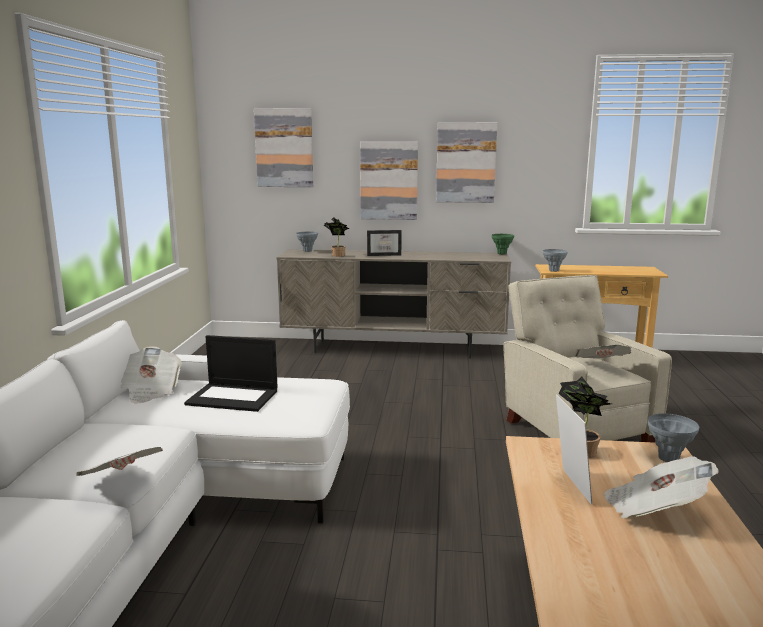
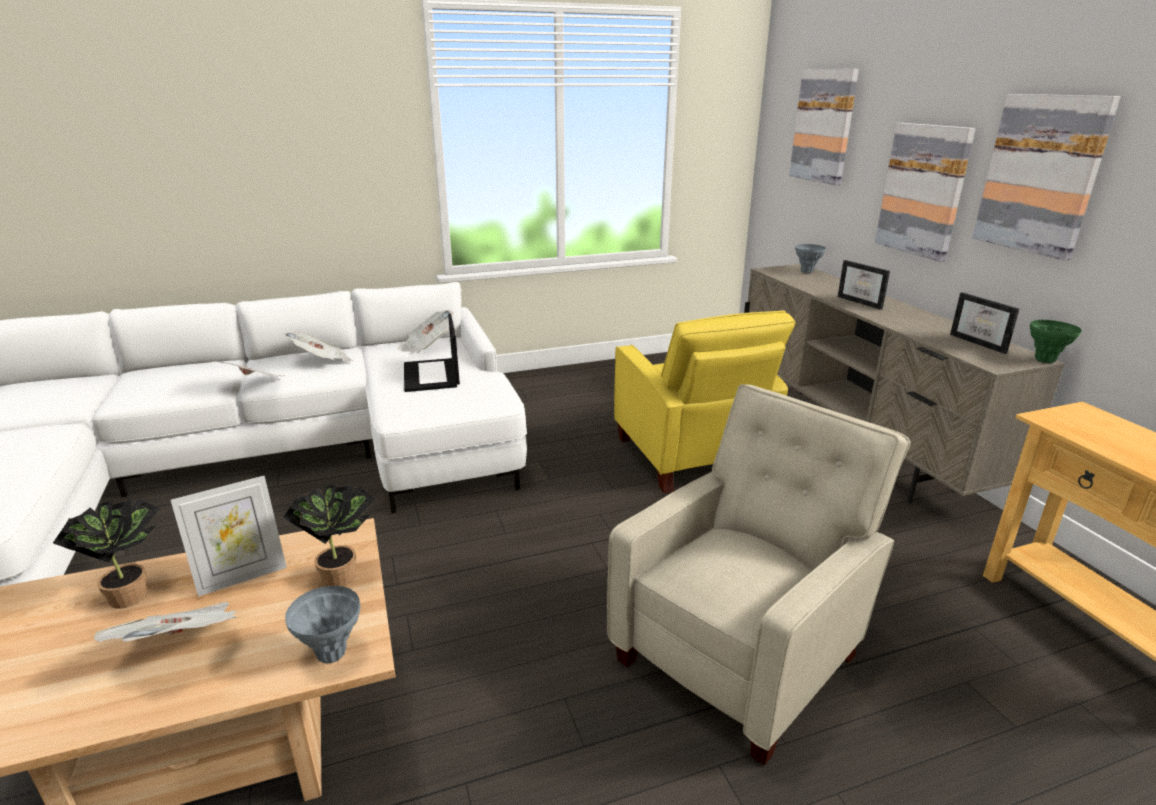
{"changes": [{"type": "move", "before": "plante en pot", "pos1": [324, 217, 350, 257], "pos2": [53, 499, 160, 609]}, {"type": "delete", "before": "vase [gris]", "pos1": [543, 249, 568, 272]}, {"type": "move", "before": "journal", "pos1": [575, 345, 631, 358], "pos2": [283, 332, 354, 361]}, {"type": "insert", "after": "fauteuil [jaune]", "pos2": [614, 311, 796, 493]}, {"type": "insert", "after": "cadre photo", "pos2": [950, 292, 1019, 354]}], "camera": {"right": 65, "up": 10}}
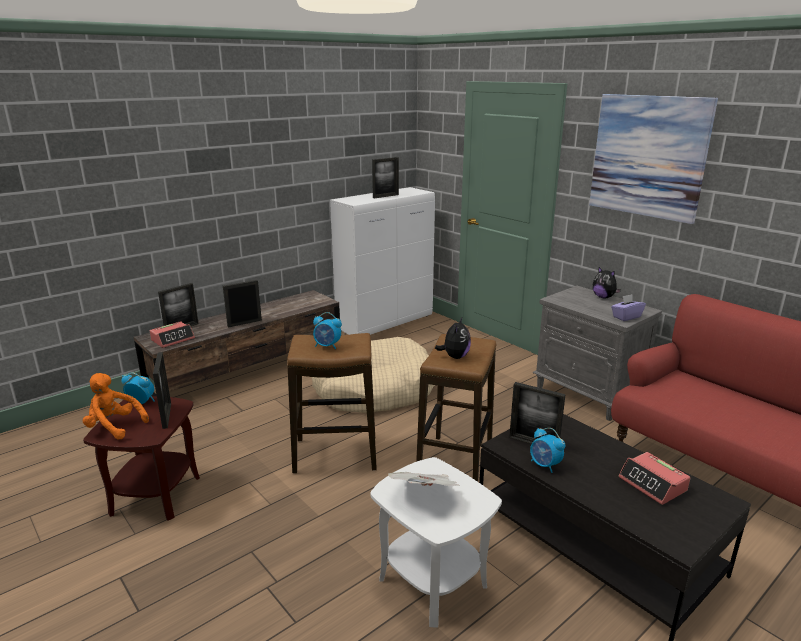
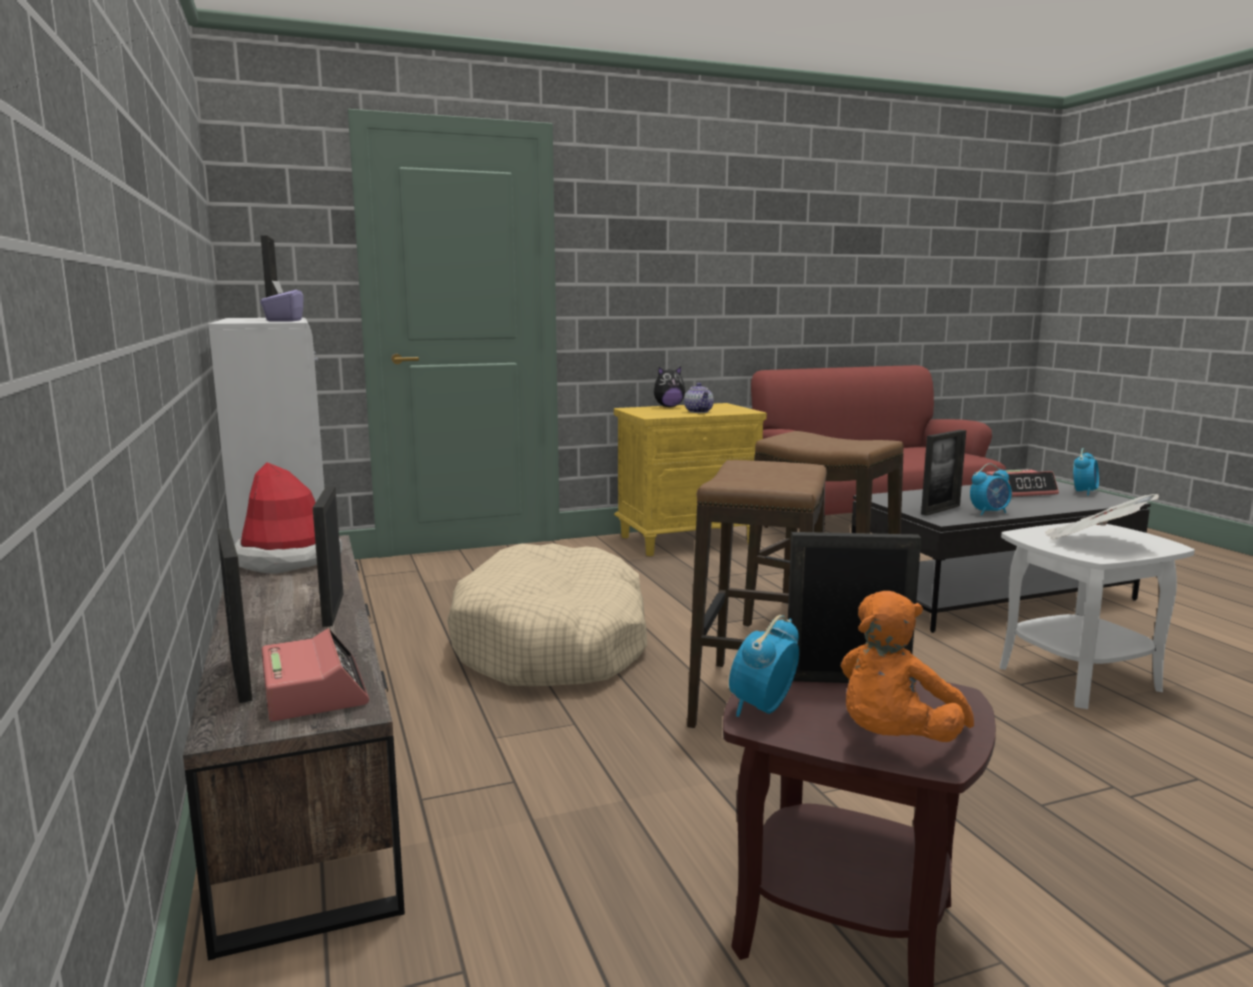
{"changes": [{"type": "move", "before": "réveil", "pos1": [313, 312, 342, 349], "pos2": [1073, 448, 1099, 496]}, {"type": "delete", "before": "peluche", "pos1": [435, 318, 471, 359]}, {"type": "recolor", "before": "table de chevet [gris]", "after": "table de chevet [jaune]", "pos1": [532, 286, 662, 421], "pos2": [614, 403, 767, 556]}, {"type": "delete", "before": "tableau", "pos1": [589, 94, 718, 224]}, {"type": "move", "before": "boîte à mouchoirs [violet]", "pos1": [611, 294, 646, 321], "pos2": [260, 281, 304, 322]}, {"type": "insert", "after": "chapeau", "pos2": [234, 462, 342, 574]}, {"type": "insert", "after": "théière", "pos2": [684, 383, 714, 413]}], "camera": {"right": -70, "up": -10}}
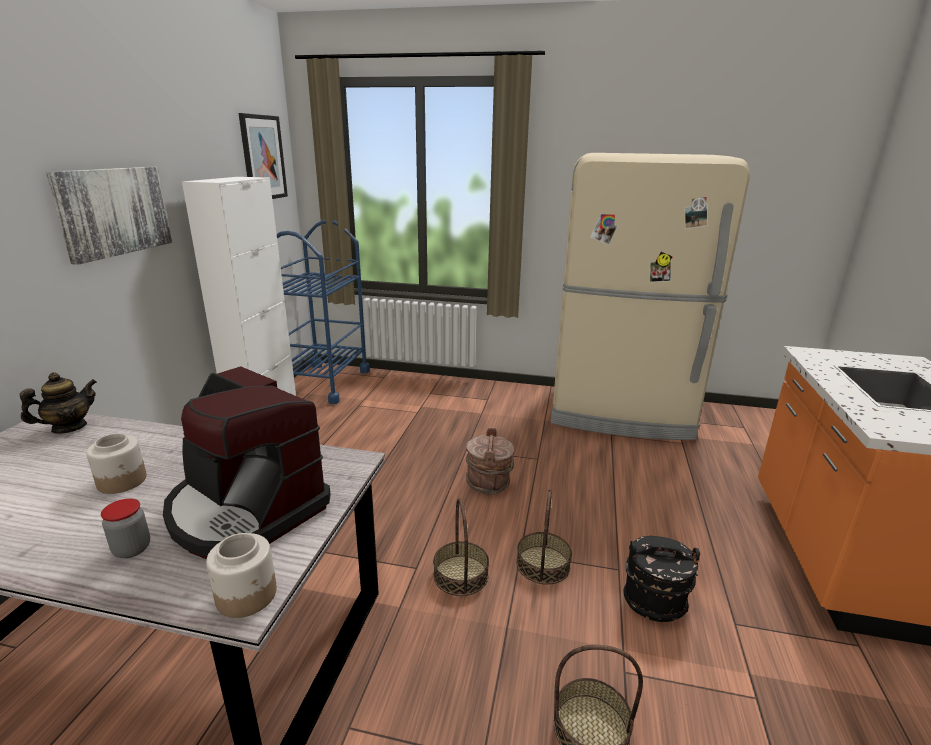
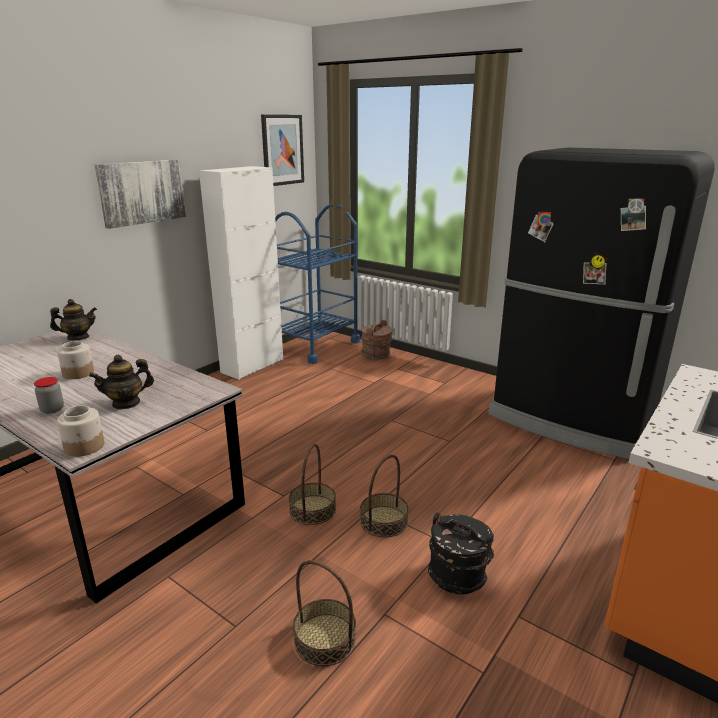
{"changes": [{"type": "replace", "before": "machine à café", "after": "théière", "pos1": [163, 366, 331, 559], "pos2": [89, 355, 154, 410]}, {"type": "move", "before": "seau [marron]", "pos1": [466, 428, 514, 495], "pos2": [361, 320, 392, 360]}, {"type": "recolor", "before": "réfrigérateur [beige]", "after": "réfrigérateur [noir]", "pos1": [551, 153, 750, 440], "pos2": [488, 147, 715, 459]}], "camera": {"right": 25, "up": 0}}
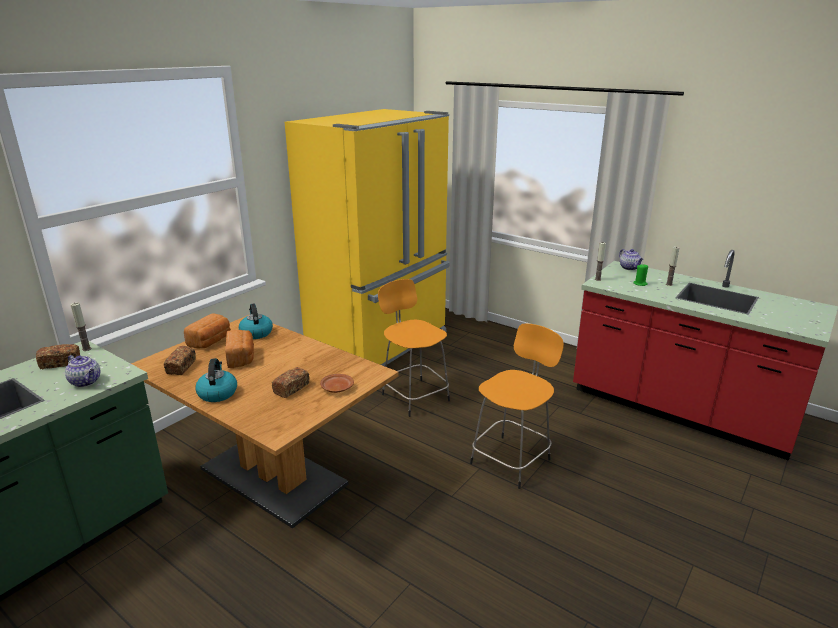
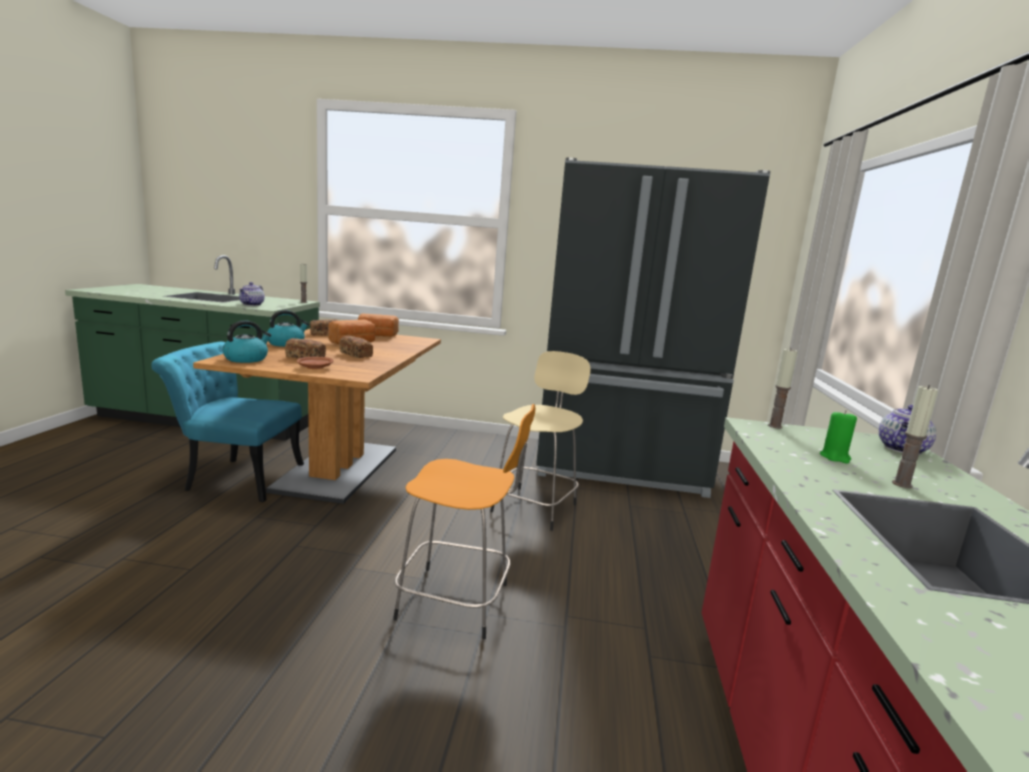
{"changes": [{"type": "move", "before": "pain", "pos1": [36, 344, 80, 369], "pos2": [339, 336, 373, 358]}, {"type": "move", "before": "bouilloire", "pos1": [239, 303, 273, 339], "pos2": [223, 320, 271, 363]}, {"type": "recolor", "before": "réfrigérateur [jaune]", "after": "réfrigérateur [noir]", "pos1": [285, 109, 450, 366], "pos2": [536, 157, 770, 498]}, {"type": "recolor", "before": "tabouret [orange]", "after": "tabouret [beige]", "pos1": [378, 279, 450, 417], "pos2": [490, 351, 591, 531]}, {"type": "insert", "after": "chaise [turquoise]", "pos2": [151, 342, 304, 502]}], "camera": {"right": 60, "up": -10}}
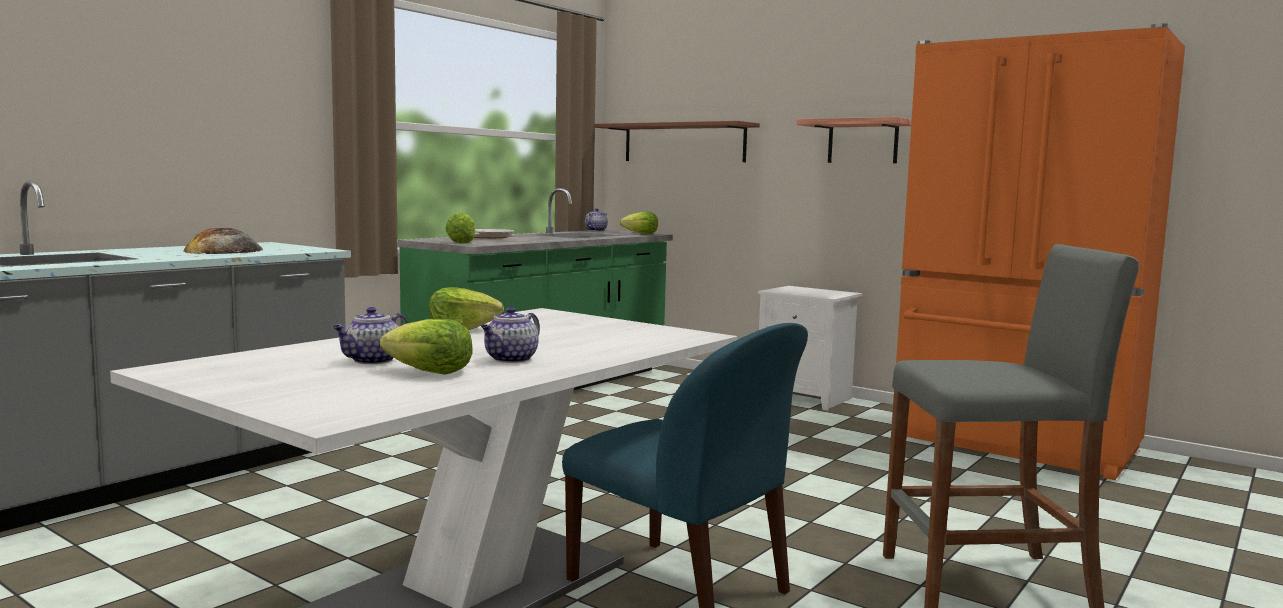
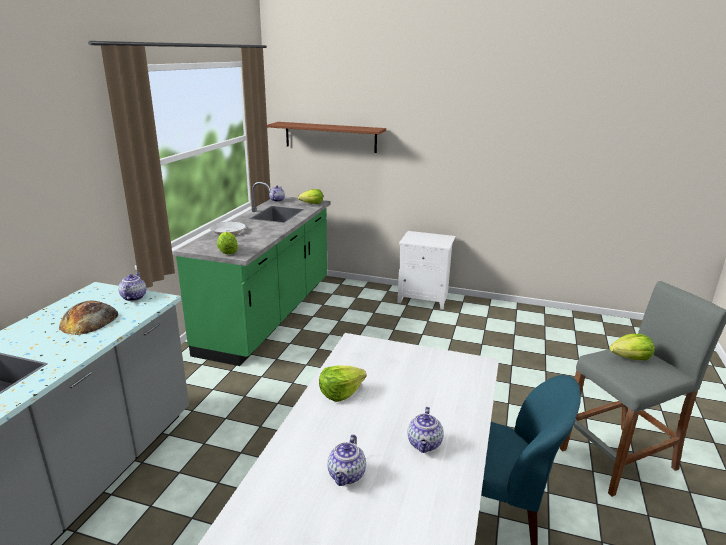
{"changes": [{"type": "move", "before": "laitue", "pos1": [380, 319, 473, 374], "pos2": [609, 334, 655, 360]}, {"type": "delete", "before": "étagère", "pos1": [797, 117, 912, 163]}, {"type": "delete", "before": "réfrigérateur [orange]", "pos1": [896, 23, 1185, 480]}, {"type": "insert", "after": "théière", "pos2": [118, 273, 146, 301]}], "camera": {"right": -20, "up": 15}}
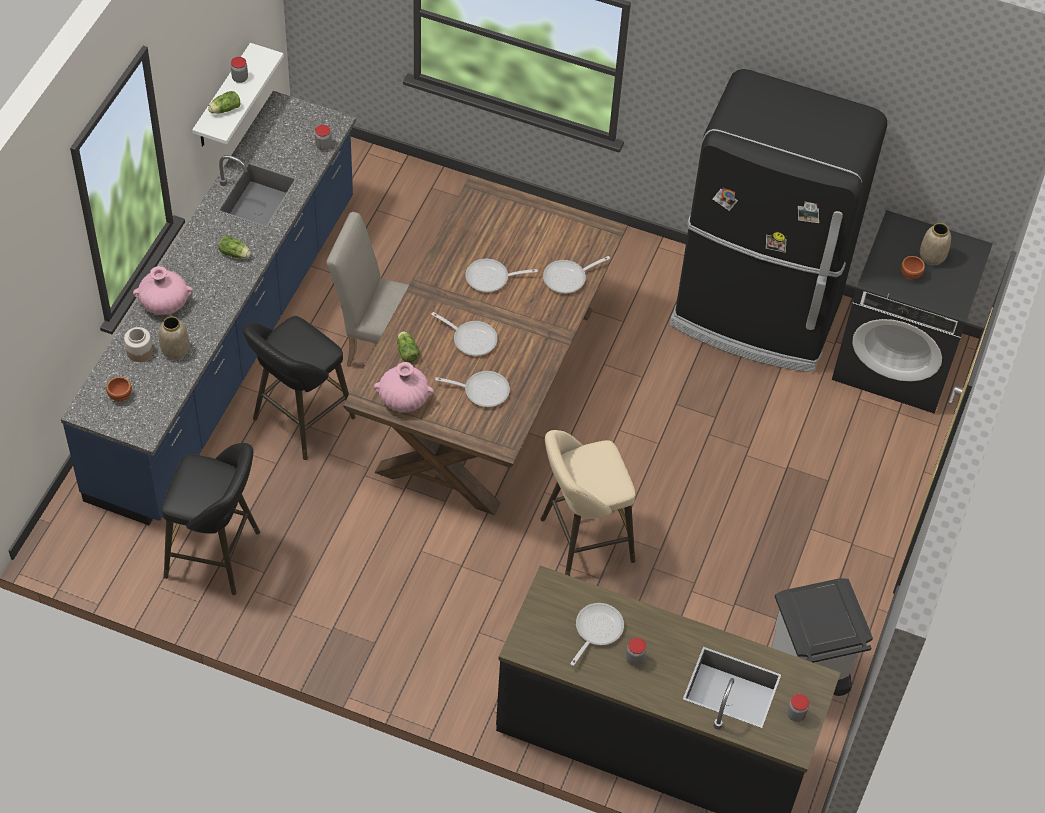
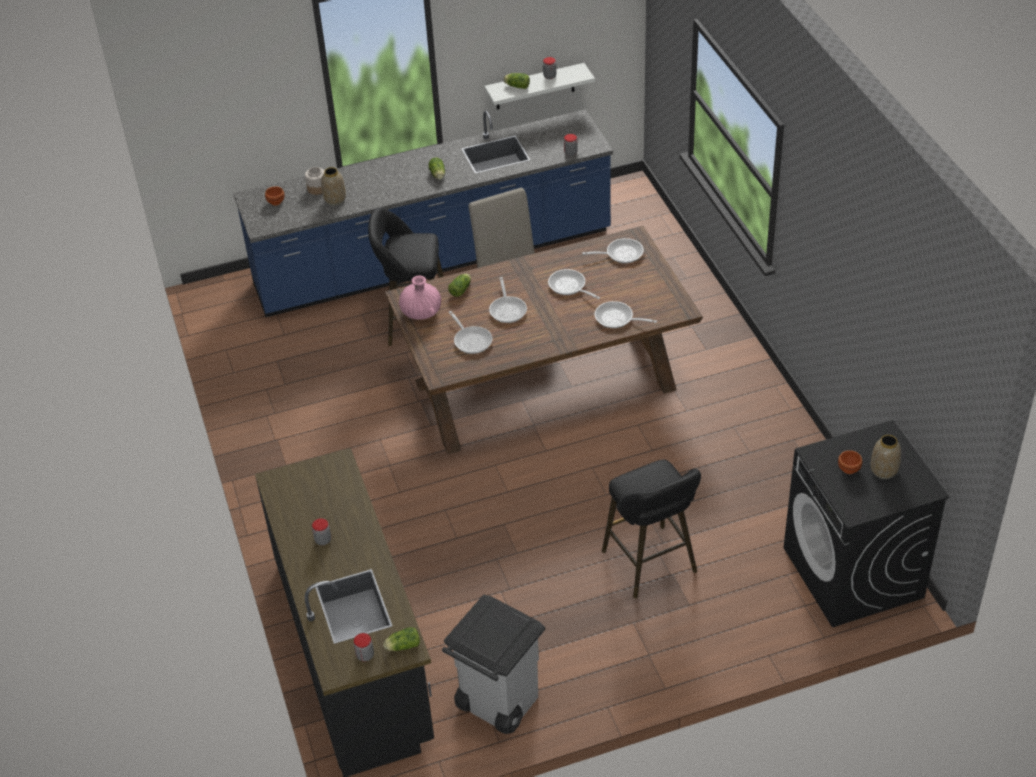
{"changes": [{"type": "delete", "before": "vase [rose]", "pos1": [133, 266, 193, 315]}, {"type": "move", "before": "tabouret [noir]", "pos1": [162, 443, 260, 595], "pos2": [602, 460, 701, 598]}, {"type": "delete", "before": "tabouret [beige]", "pos1": [541, 430, 635, 576]}, {"type": "move", "before": "poêle", "pos1": [570, 603, 624, 666], "pos2": [582, 238, 644, 263]}, {"type": "delete", "before": "réfrigérateur [noir]", "pos1": [670, 69, 887, 372]}, {"type": "insert", "after": "laitue", "pos2": [383, 627, 420, 651]}], "camera": {"right": 55, "up": -10}}
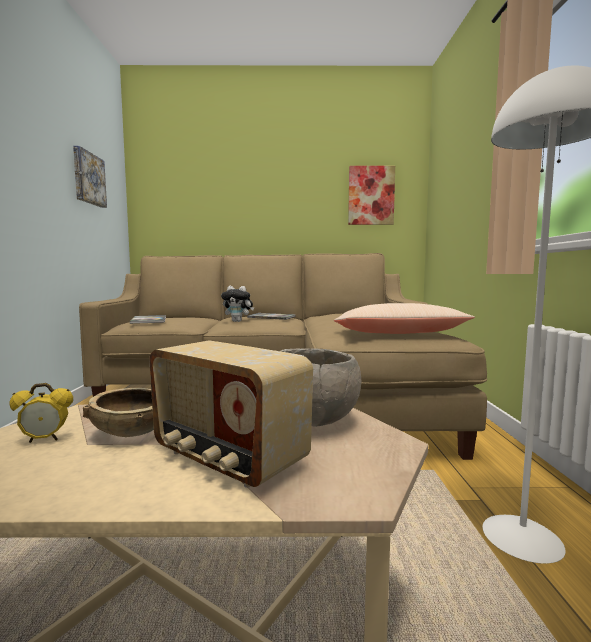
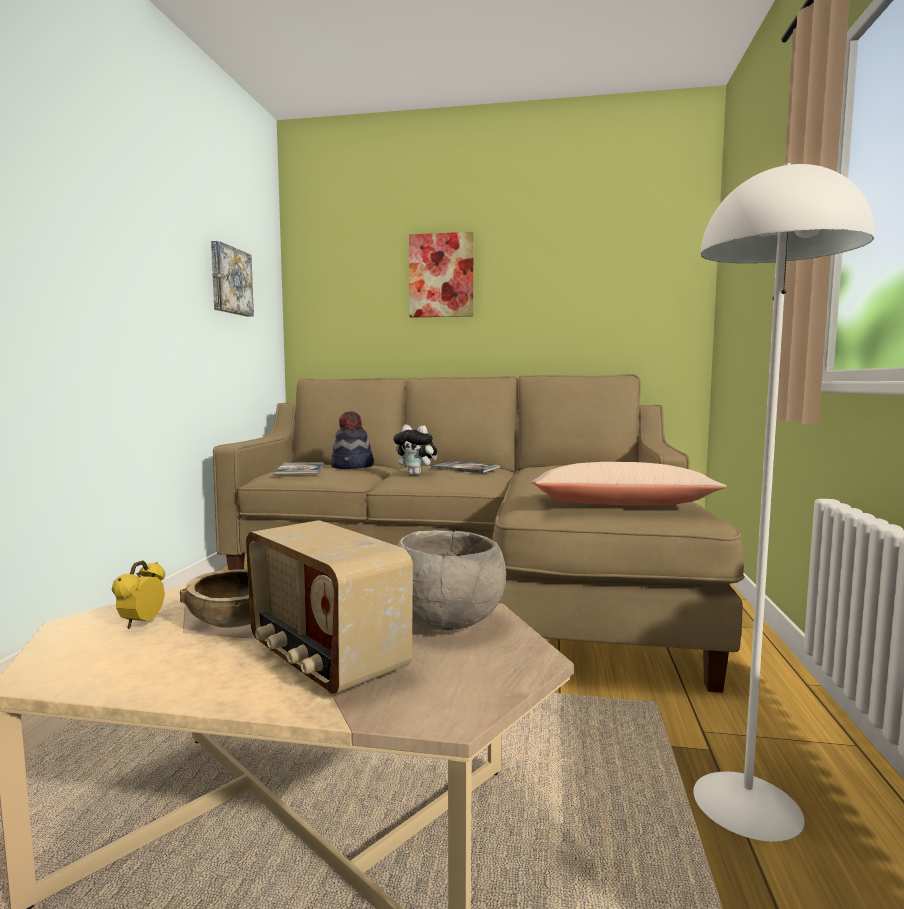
{"changes": [{"type": "rotate", "before": "réveil", "pos1": [9, 383, 73, 443], "pos2": [112, 560, 165, 629], "turn": 105}, {"type": "move", "before": "tableau", "pos1": [348, 166, 395, 225], "pos2": [409, 232, 474, 318]}, {"type": "insert", "after": "chapeau", "pos2": [331, 411, 374, 469]}], "camera": {"right": 10, "up": 0}}
